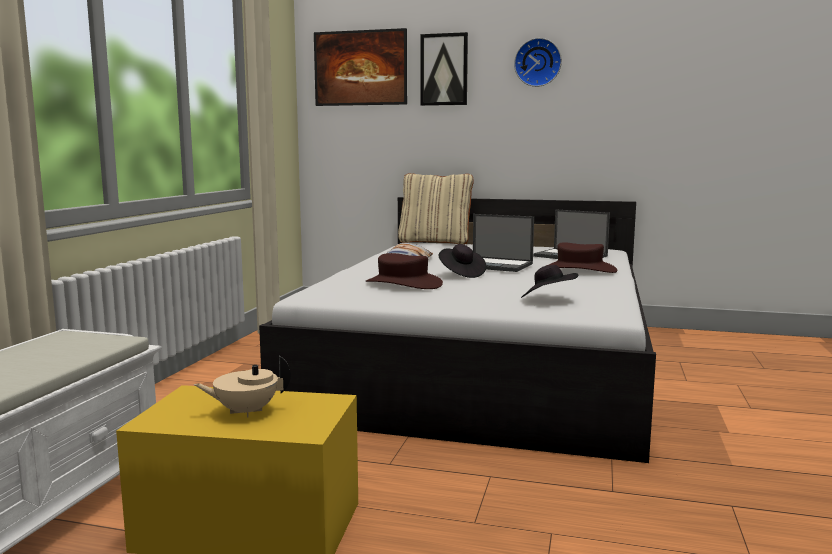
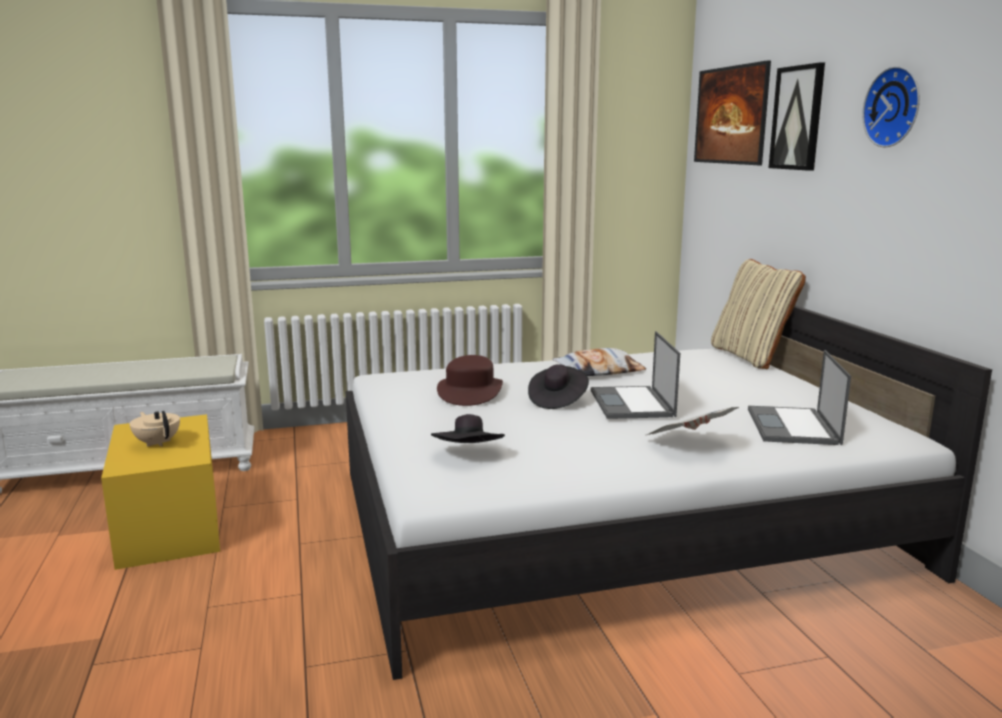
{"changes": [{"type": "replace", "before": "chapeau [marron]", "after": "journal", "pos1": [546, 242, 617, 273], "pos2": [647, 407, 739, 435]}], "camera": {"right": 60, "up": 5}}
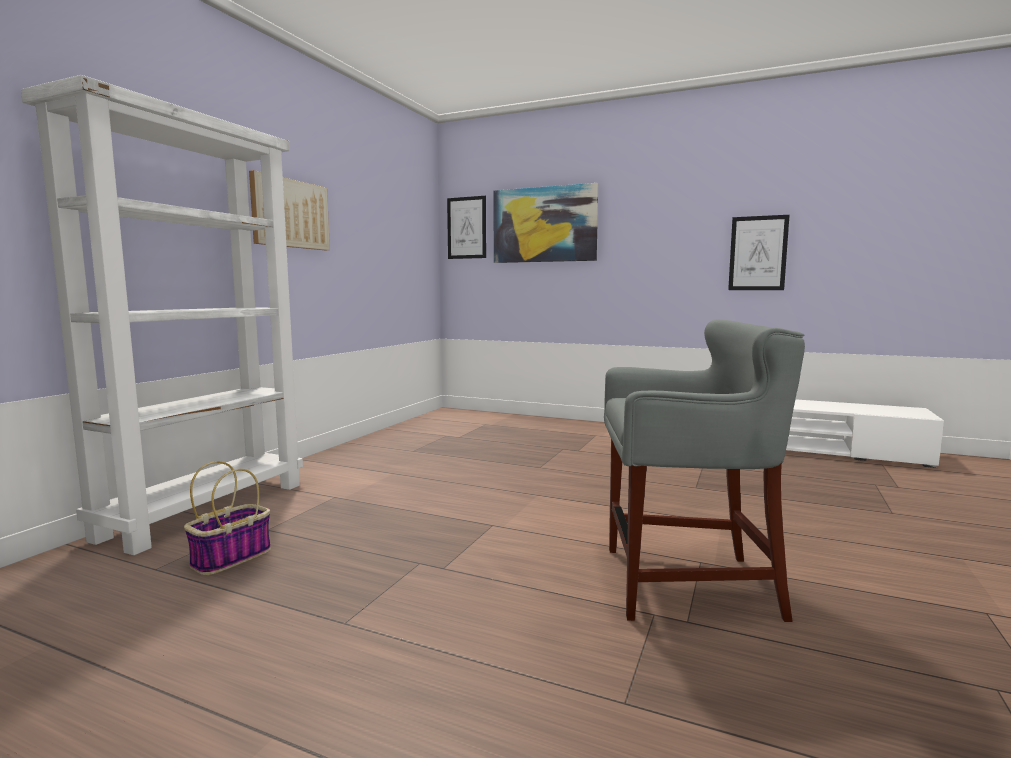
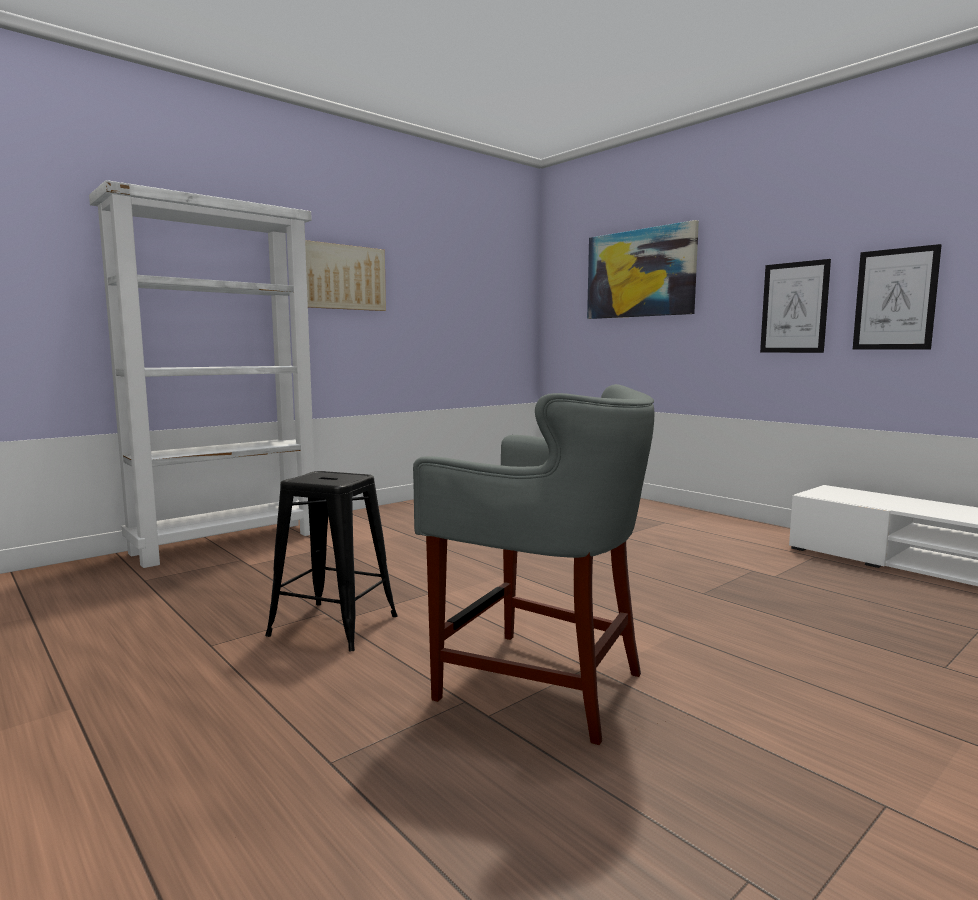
{"changes": [{"type": "delete", "before": "panier", "pos1": [184, 461, 271, 575]}, {"type": "move", "before": "tableau", "pos1": [447, 196, 486, 259], "pos2": [760, 259, 831, 353]}, {"type": "insert", "after": "tabouret [noir]", "pos2": [265, 471, 398, 651]}], "camera": {"right": 25, "up": 0}}
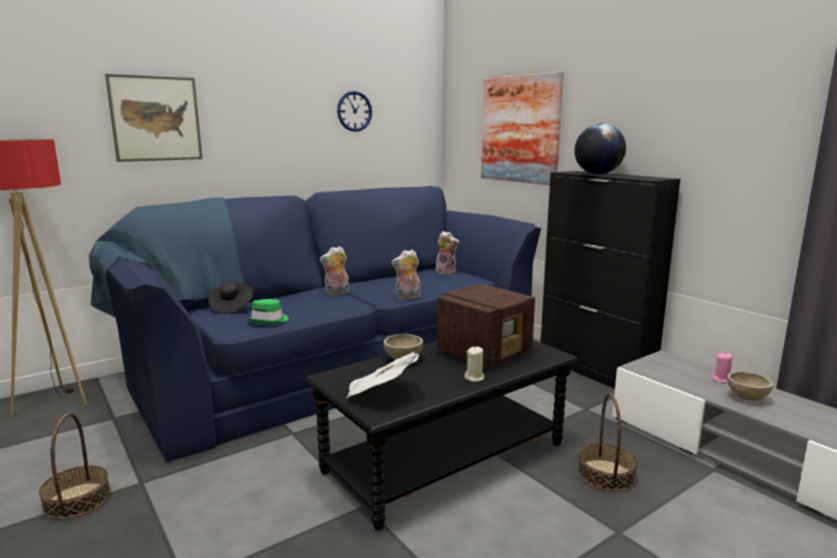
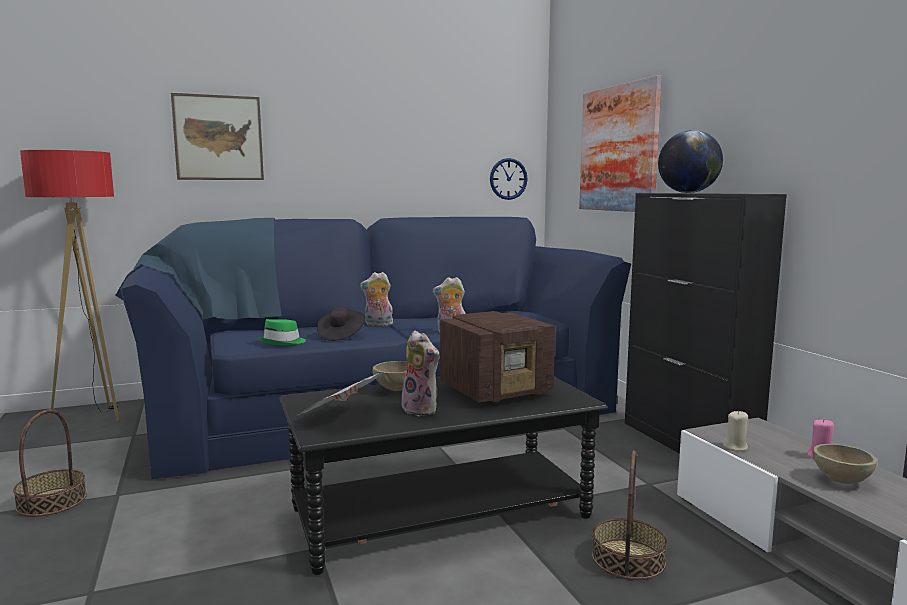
{"changes": [{"type": "move", "before": "chapeau [noir]", "pos1": [208, 281, 253, 313], "pos2": [317, 307, 365, 341]}, {"type": "move", "before": "horloge murale", "pos1": [337, 91, 372, 132], "pos2": [490, 158, 528, 200]}, {"type": "move", "before": "peluche", "pos1": [434, 231, 459, 275], "pos2": [402, 331, 440, 416]}, {"type": "move", "before": "bougie [beige]", "pos1": [464, 346, 485, 382], "pos2": [723, 411, 748, 451]}], "camera": {"right": 15, "up": -5}}
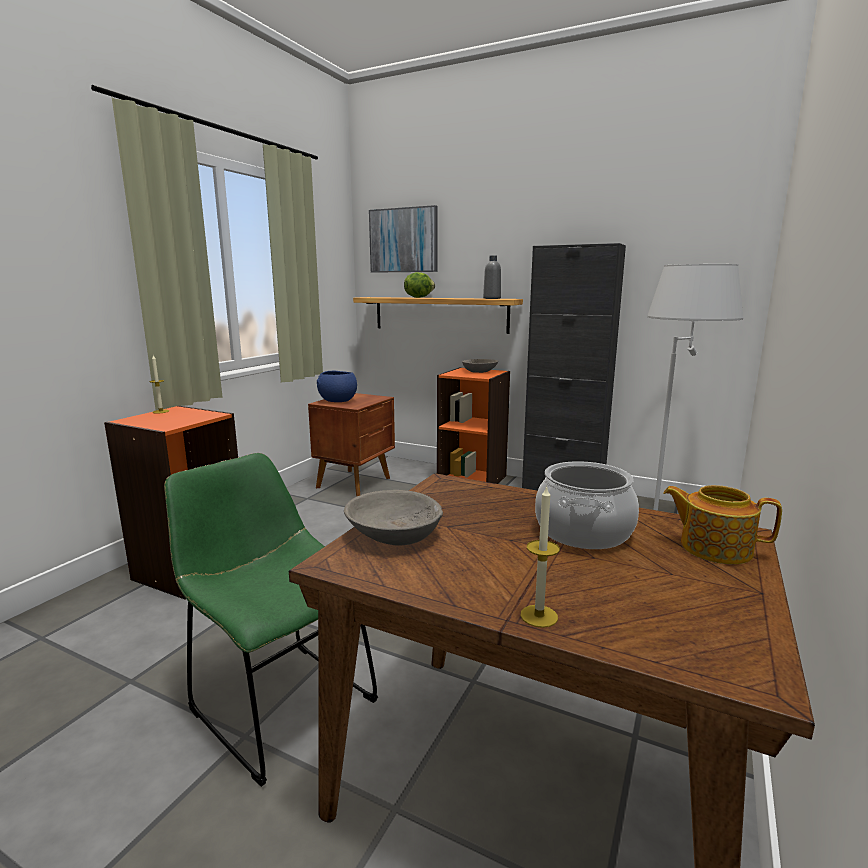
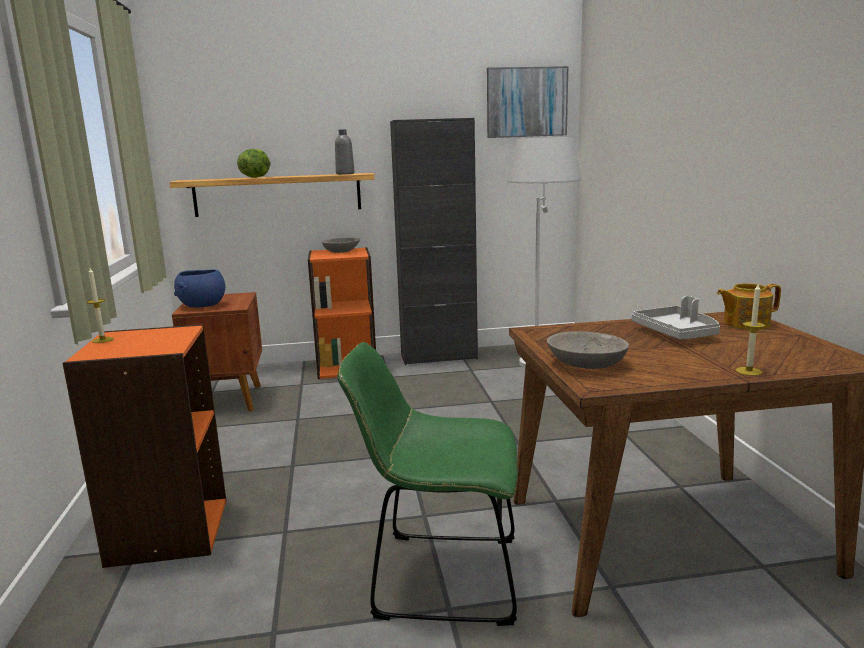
{"changes": [{"type": "move", "before": "tableau", "pos1": [369, 205, 438, 273], "pos2": [487, 66, 568, 138]}, {"type": "replace", "before": "marmite", "after": "plateau [gris]", "pos1": [535, 461, 639, 549], "pos2": [632, 296, 720, 340]}], "camera": {"right": -35, "up": 0}}
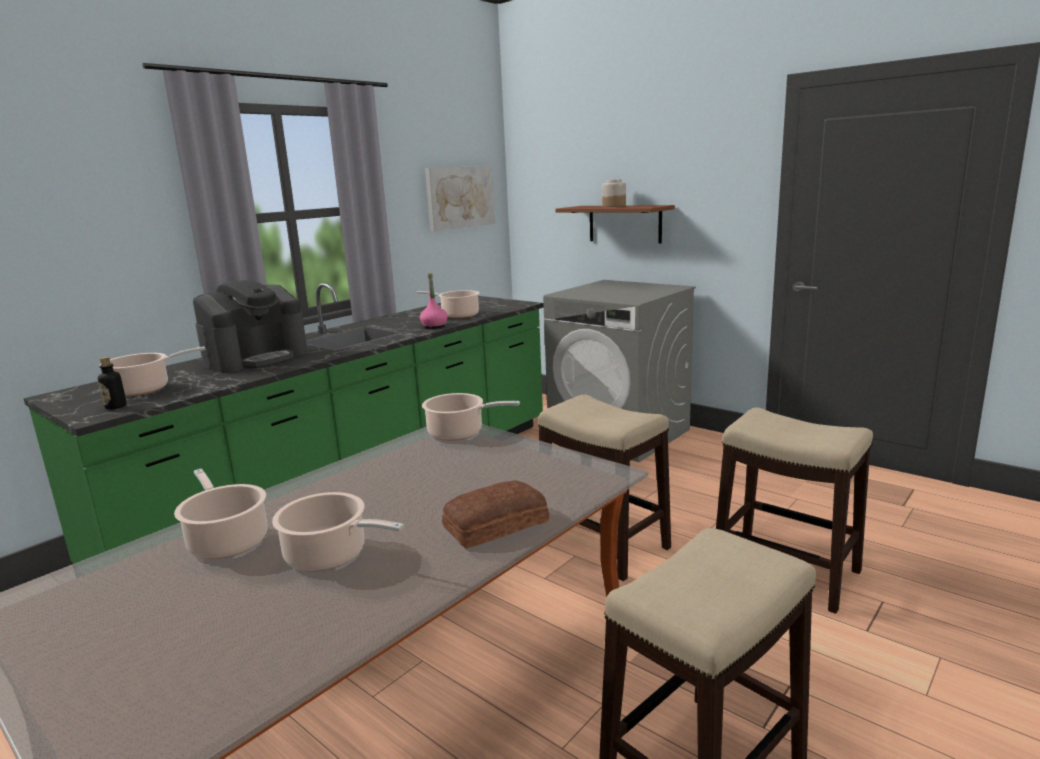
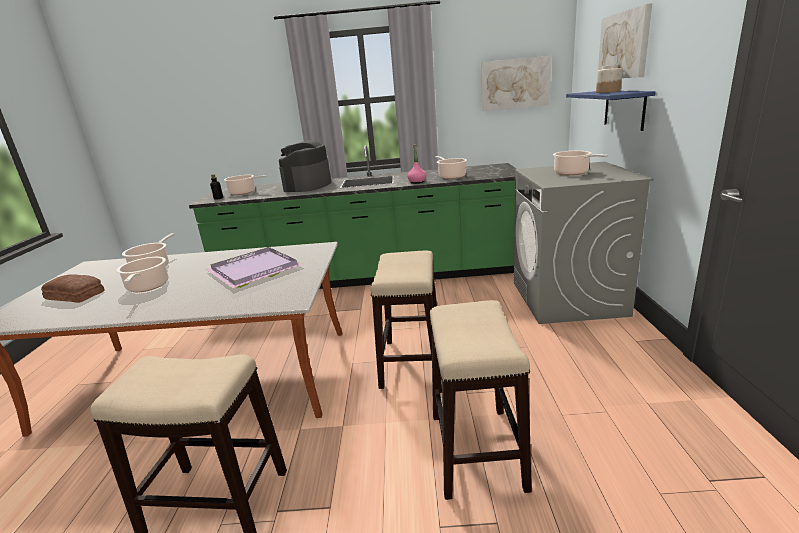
{"changes": [{"type": "rotate", "before": "machine à café", "pos1": [193, 280, 308, 373], "pos2": [279, 140, 331, 192], "turn": 105}, {"type": "move", "before": "marmite", "pos1": [422, 393, 520, 441], "pos2": [553, 151, 608, 175]}, {"type": "move", "before": "pain", "pos1": [442, 480, 549, 549], "pos2": [41, 274, 105, 303]}, {"type": "recolor", "before": "étagère [marron]", "after": "étagère [bleu]", "pos1": [555, 205, 675, 243], "pos2": [566, 91, 655, 131]}, {"type": "insert", "after": "plateau [violet]", "pos2": [206, 247, 303, 288]}, {"type": "insert", "after": "tableau", "pos2": [598, 3, 652, 78]}], "camera": {"right": 50, "up": 5}}
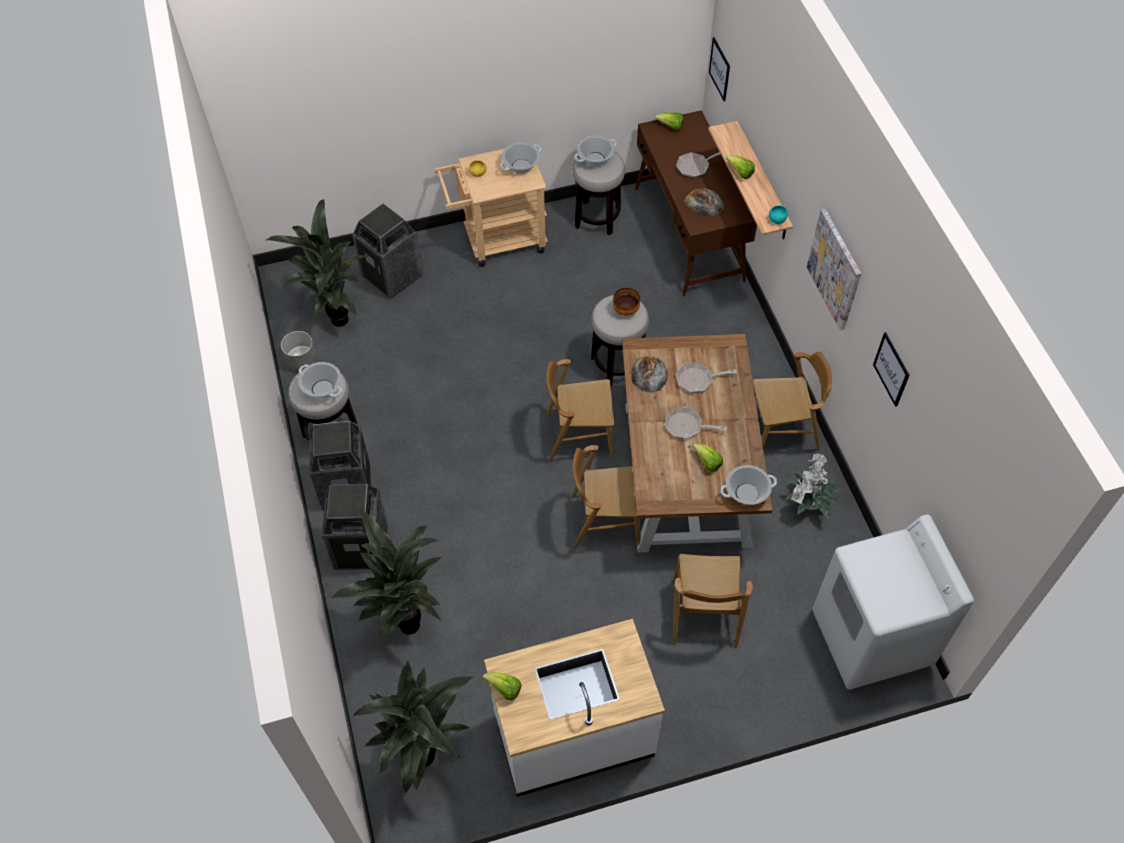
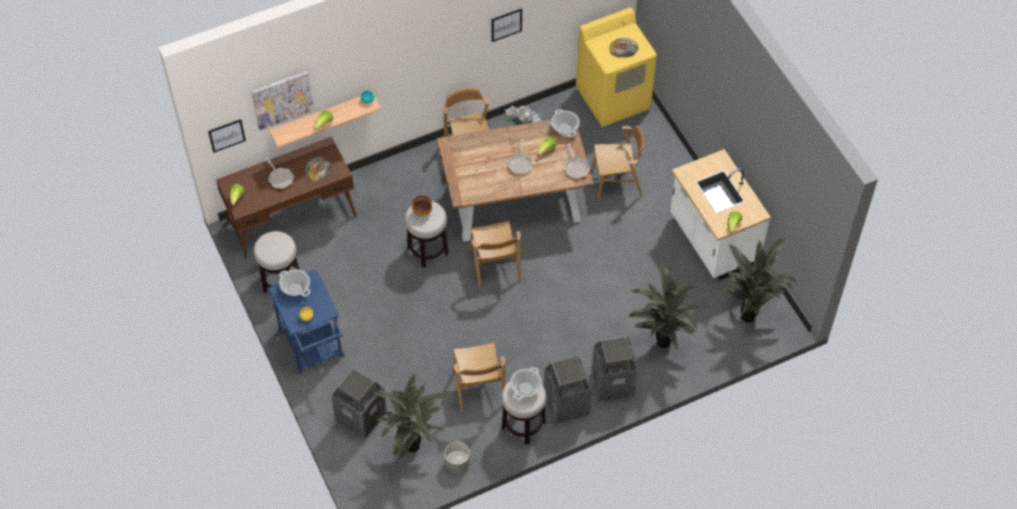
{"changes": [{"type": "recolor", "before": "chariot [beige]", "after": "chariot [bleu]", "pos1": [434, 143, 548, 267], "pos2": [268, 269, 344, 373]}, {"type": "move", "before": "chaise [marron]", "pos1": [571, 445, 641, 549], "pos2": [453, 343, 505, 413]}, {"type": "delete", "before": "marmite", "pos1": [574, 135, 617, 166]}, {"type": "move", "before": "pain", "pos1": [631, 356, 668, 393], "pos2": [609, 37, 638, 57]}, {"type": "move", "before": "poêle", "pos1": [676, 362, 737, 393], "pos2": [564, 144, 590, 179]}, {"type": "move", "before": "tableau", "pos1": [807, 209, 861, 330], "pos2": [251, 71, 314, 130]}, {"type": "recolor", "before": "lave-linge [blanc]", "after": "lave-linge [jaune]", "pos1": [812, 514, 974, 690], "pos2": [576, 8, 657, 127]}], "camera": {"right": -100, "up": 0}}
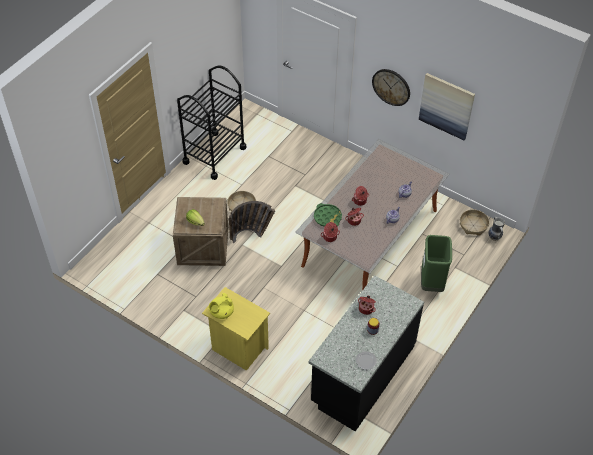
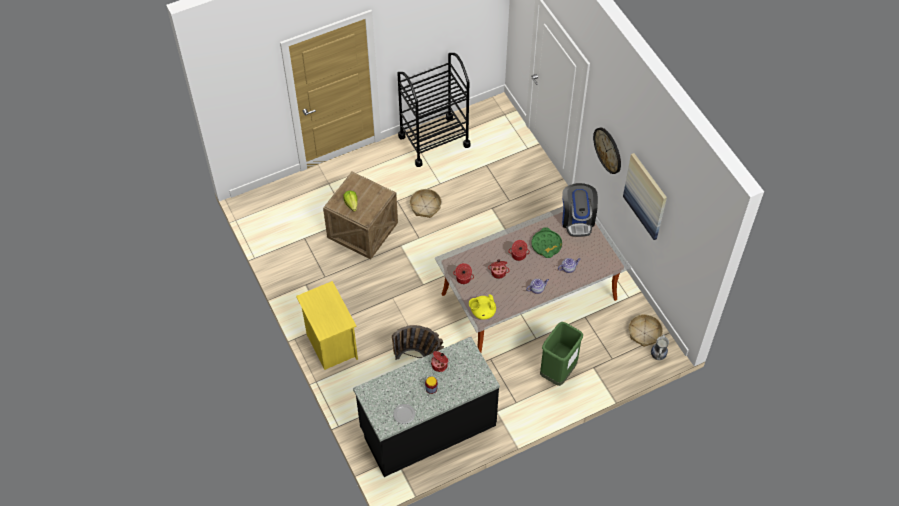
{"changes": [{"type": "move", "before": "théière [jaune]", "pos1": [208, 293, 234, 319], "pos2": [469, 294, 496, 320]}, {"type": "move", "before": "panier", "pos1": [229, 201, 275, 244], "pos2": [392, 325, 444, 360]}, {"type": "move", "before": "plateau [vert]", "pos1": [314, 203, 342, 227], "pos2": [531, 227, 562, 258]}, {"type": "insert", "after": "machine à café", "pos2": [562, 183, 598, 237]}], "camera": {"right": 30, "up": 5}}
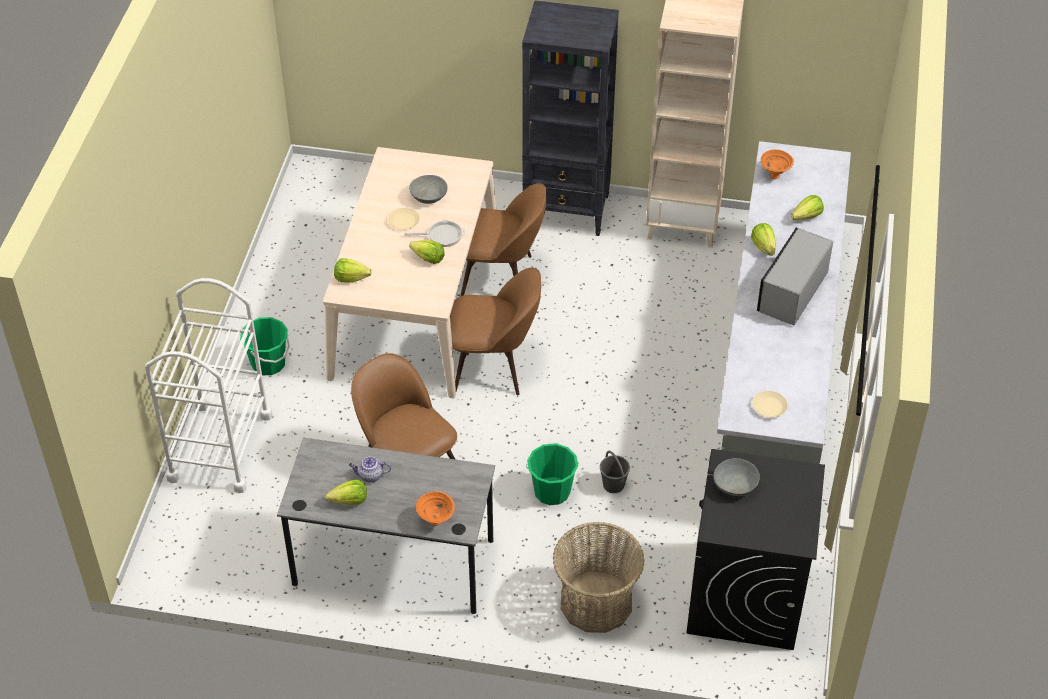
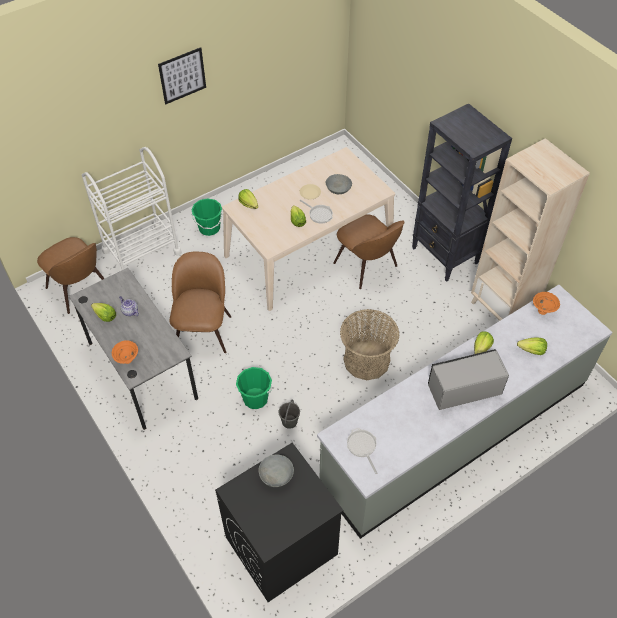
{"changes": [{"type": "move", "before": "chaise [marron]", "pos1": [450, 268, 541, 395], "pos2": [37, 237, 105, 314]}, {"type": "move", "before": "panier", "pos1": [553, 522, 645, 633], "pos2": [340, 309, 399, 380]}, {"type": "replace", "before": "assiette [beige]", "after": "poêle", "pos1": [752, 391, 788, 418], "pos2": [347, 428, 377, 474]}, {"type": "insert", "after": "tableau", "pos2": [158, 47, 206, 104]}], "camera": {"right": 45, "up": 5}}
